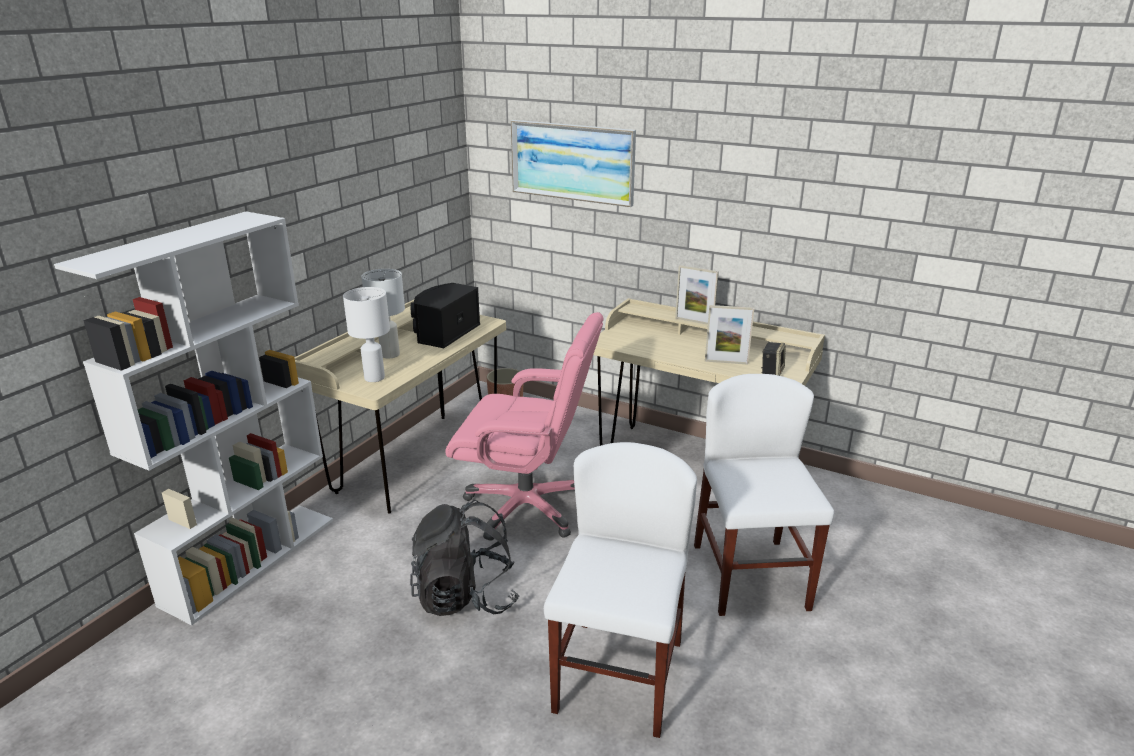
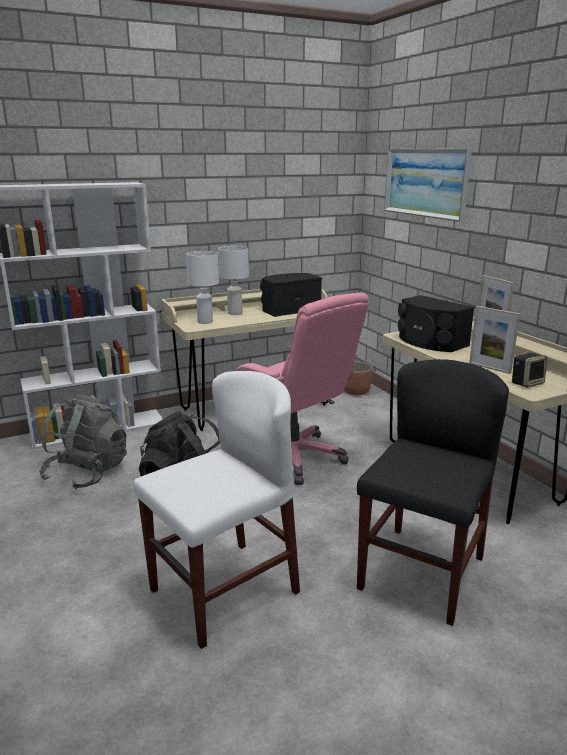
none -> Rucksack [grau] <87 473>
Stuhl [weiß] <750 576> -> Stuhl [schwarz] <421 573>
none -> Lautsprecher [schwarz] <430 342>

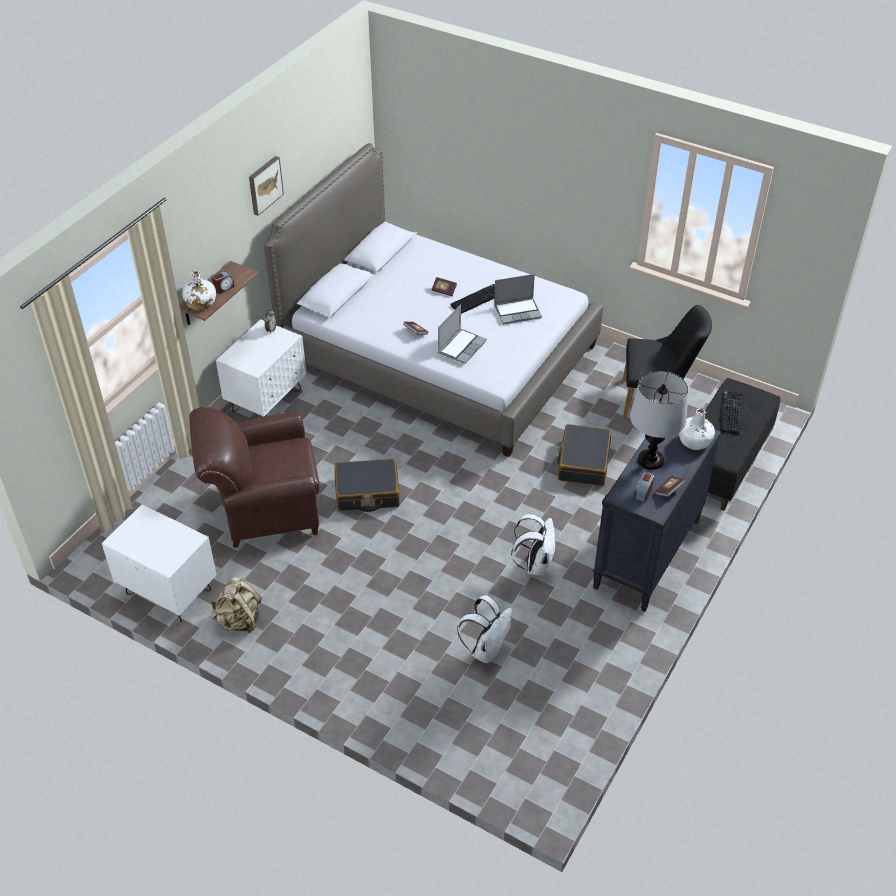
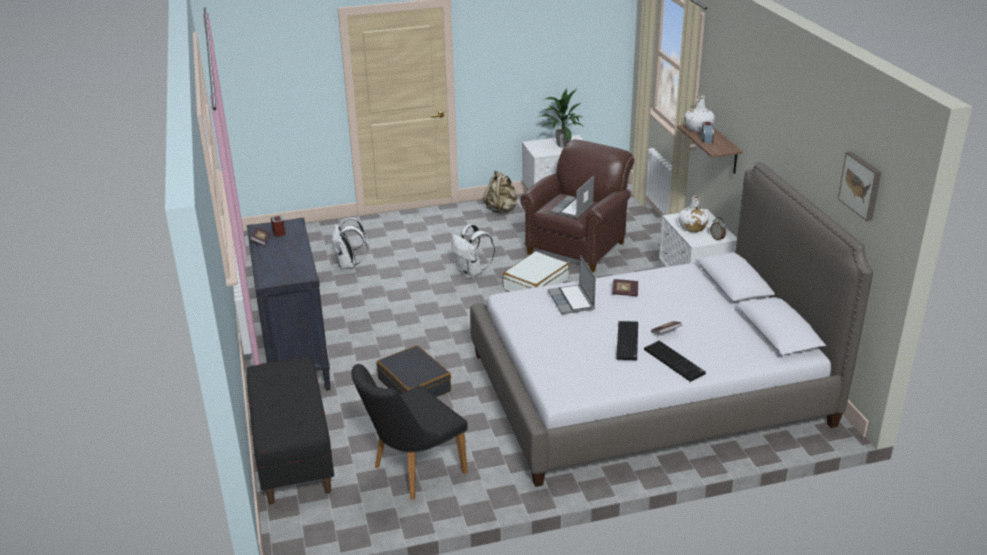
Rucksack [weiß] <535 564> -> Rucksack [weiß] <471 273>, moved
Koffer [schwarz] <367 492> -> Koffer [weiß] <535 284>
none -> Topfpflanze <562 145>
Laptop <518 311> -> Laptop <572 208>, moved
Tastatur <730 412> -> Tastatur <675 361>, moved
Flasche [weiß] <695 441> -> Flasche [weiß] <692 228>, moved
Bild <264 185> -> Bild <861 185>, moved
Tischlampe <651 460> -> none

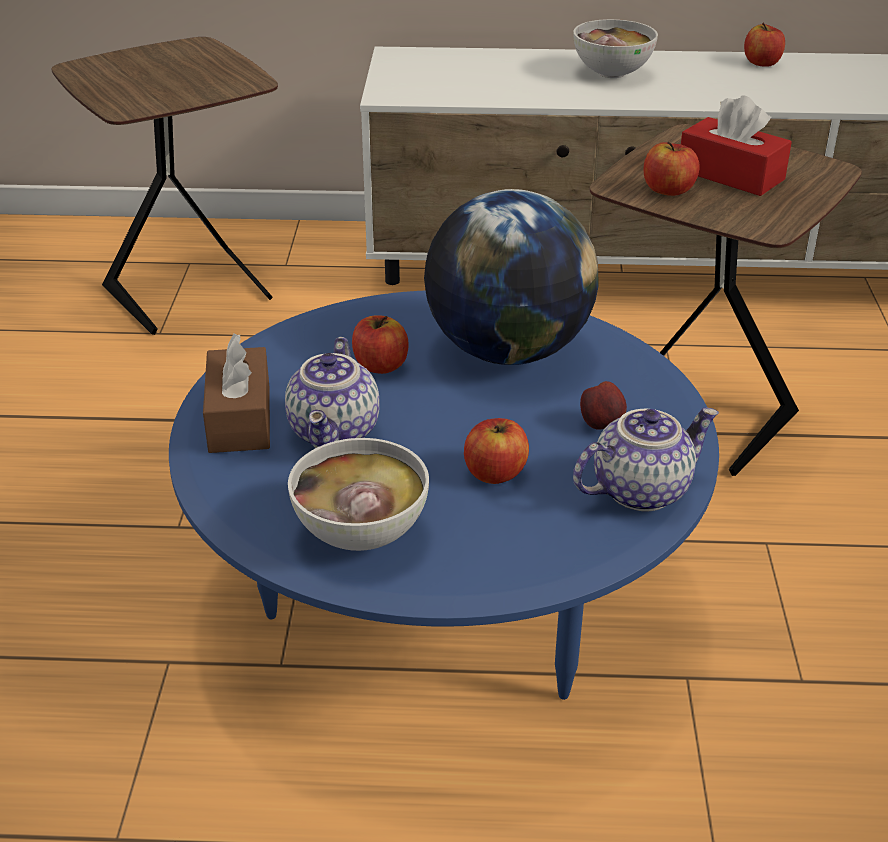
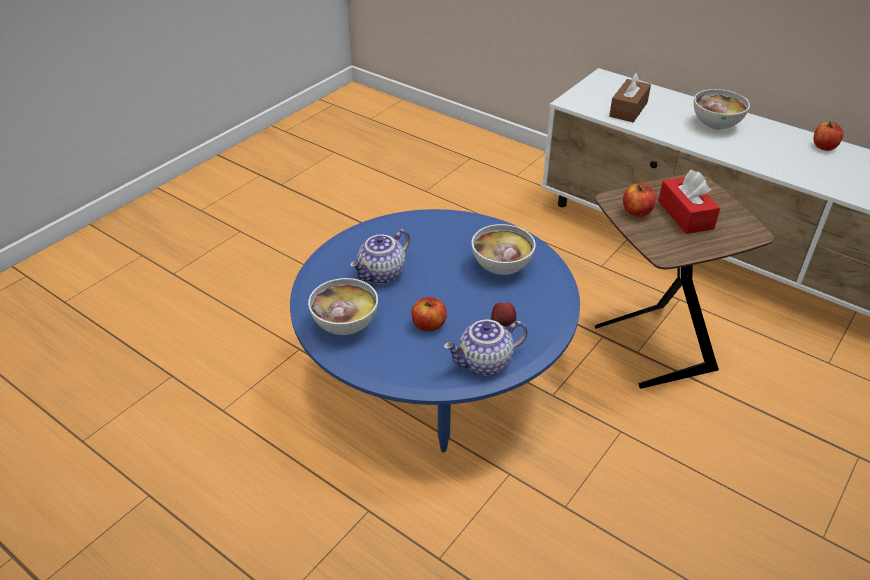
Teekanne <640 489> -> Teekanne <485 364>, 150 degrees clockwise
Globus <507 351> -> Schüssel <501 267>
Taschentuchbox [braun] <240 418> -> Taschentuchbox [braun] <628 109>, moved
Beistelltisch [braun] <193 293> -> none
Apfel <380 365> -> none

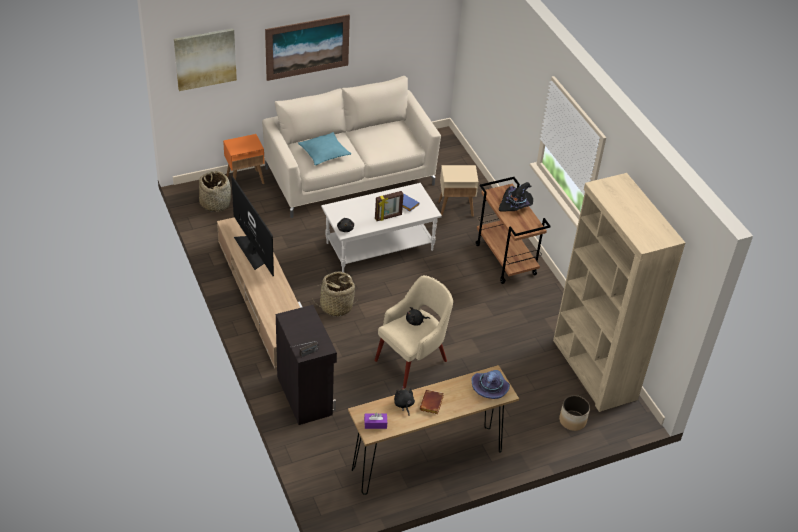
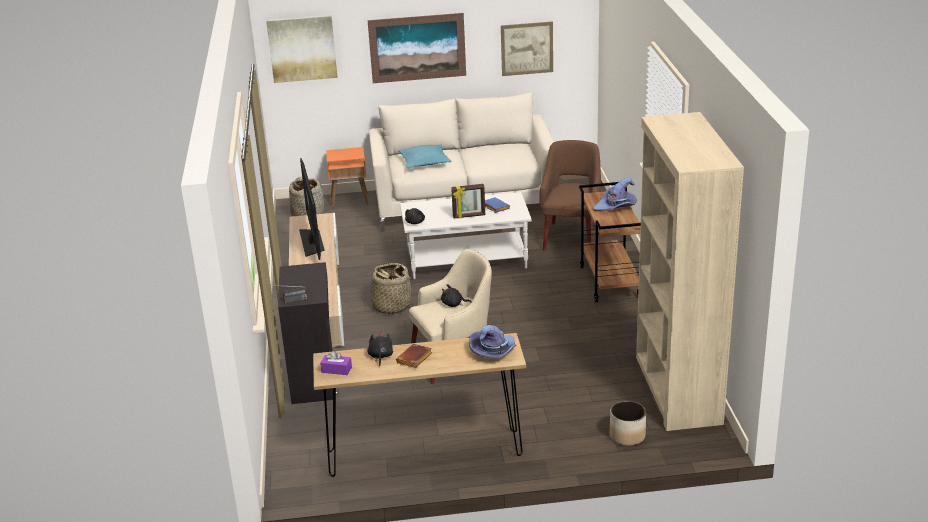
none -> Bild <527 48>
Beistelltisch [beige] <456 209> -> Sessel [braun] <571 236>
Hut [schwarz] <516 204> -> Hut [lila] <616 206>

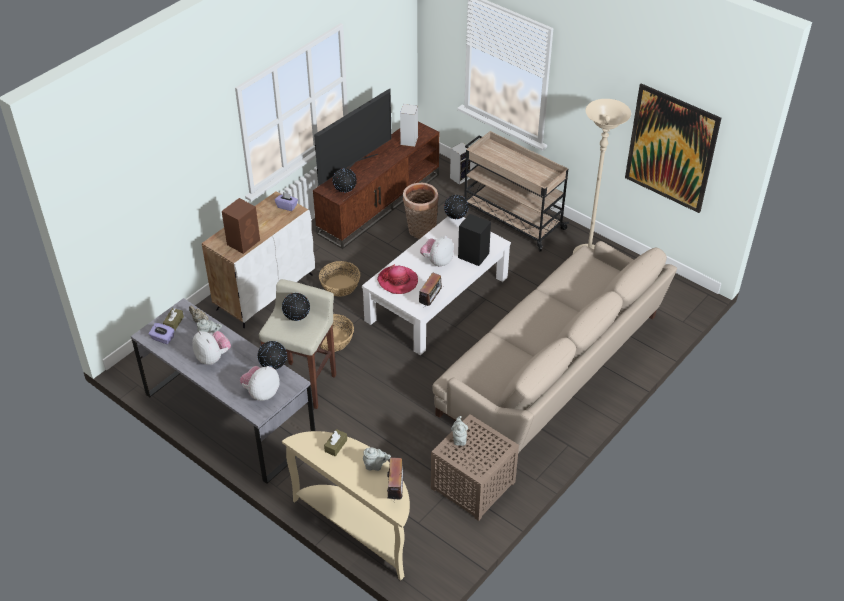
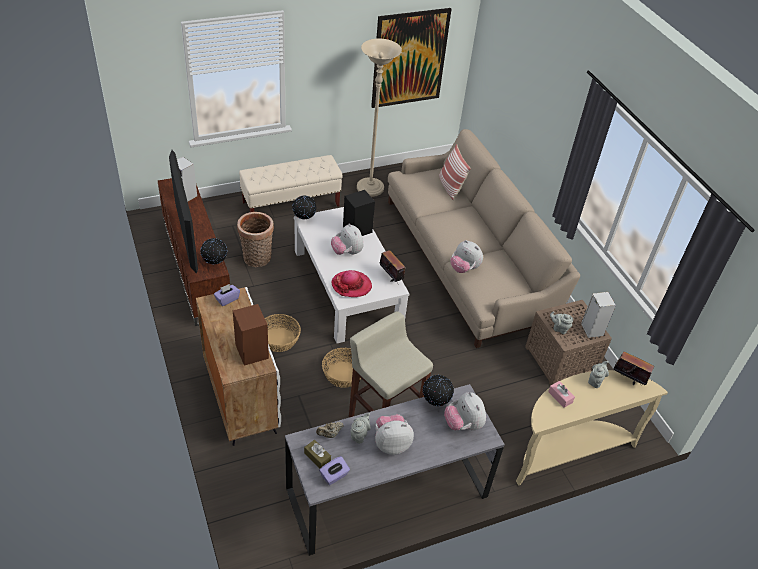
Rollwagen [beige] <511 218> -> Bank [beige] <291 204>
none -> Kissen <450 187>
none -> Plüschtier <464 268>
Taschentuchbox [braun] <336 445> -> Taschentuchbox [rosa] <560 397>
Lautsprecher <460 177> -> Lautsprecher <591 329>, moved
Globus <297 319> -> none

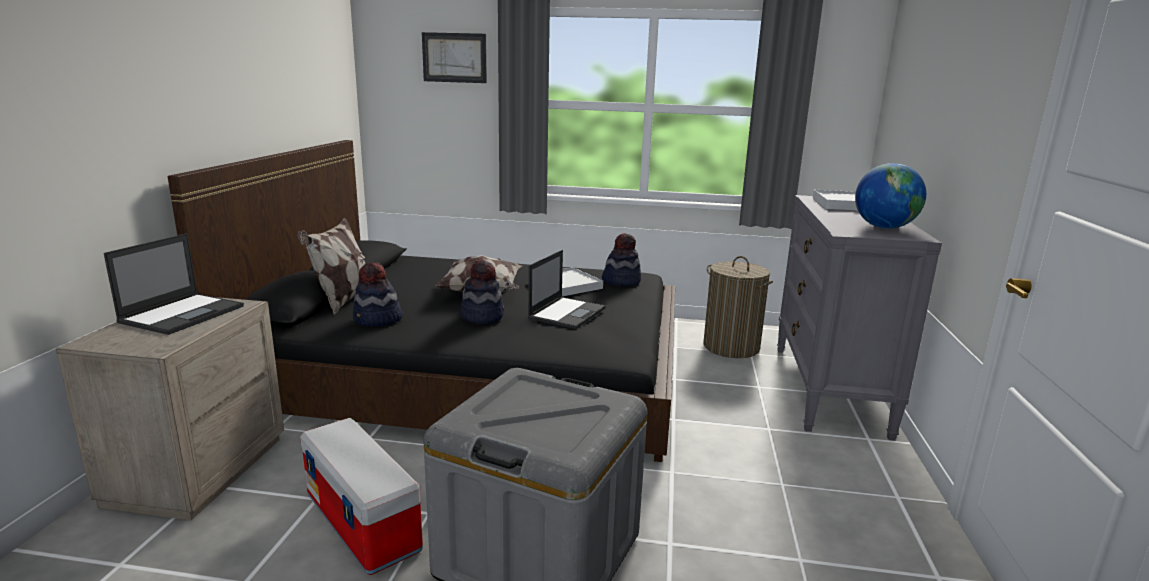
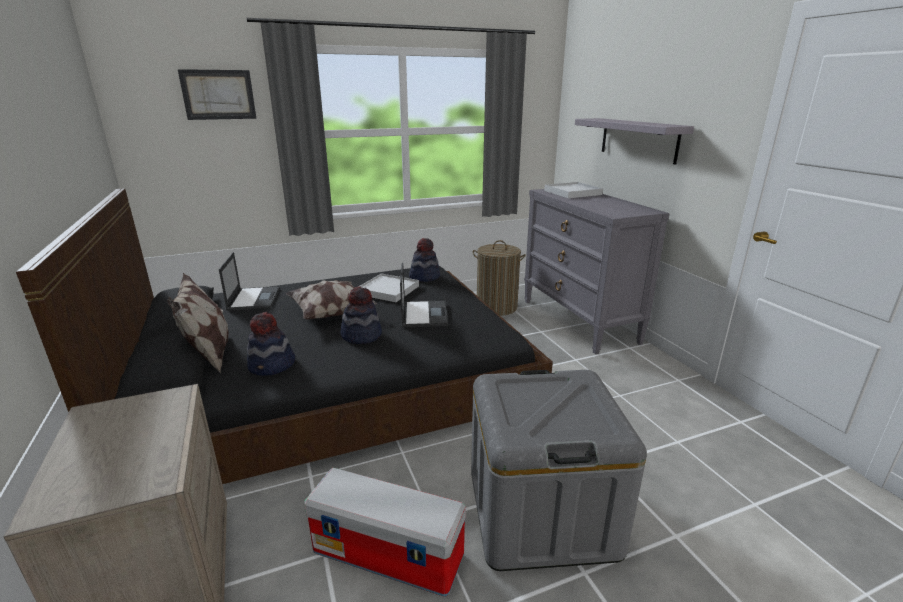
Laptop <183 314> -> Laptop <254 298>, moved
none -> Wandregal [grau] <638 139>
Globus <884 227> -> none

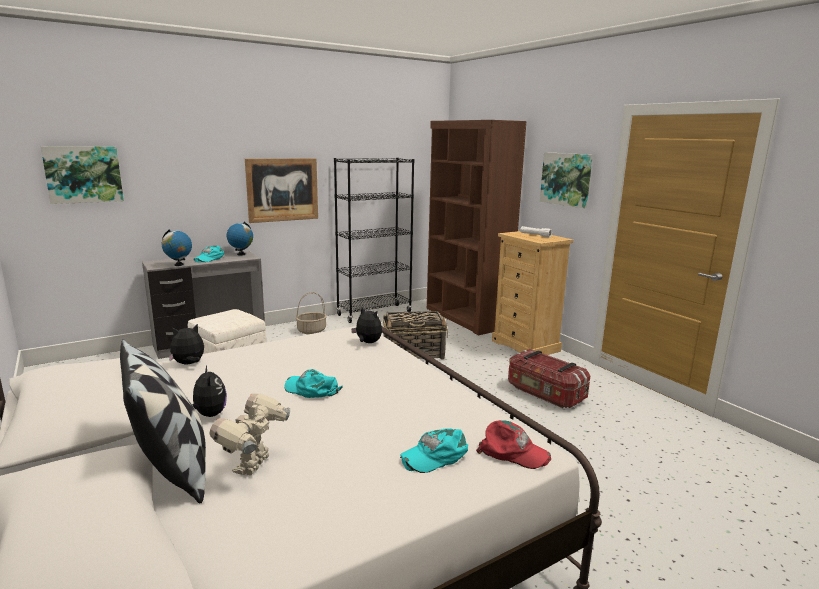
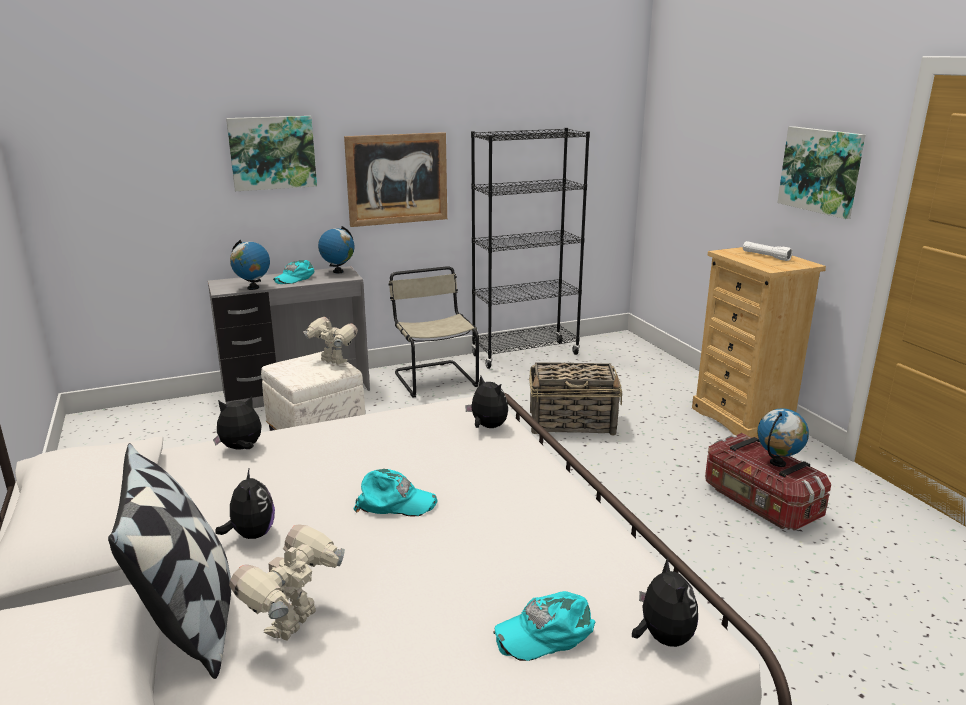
Bild <83 174> -> Bild <272 152>, moved
none -> Spielzeugroboter <333 362>
Kappe [türkis] <312 389> -> Kappe [türkis] <395 502>, 150 degrees clockwise
Korb <312 330> -> Stuhl [beige] <434 378>
Kappe [rot] <513 452> -> Plüschtier <662 638>
none -> Globus <778 463>
Bücherregal [braun] <466 318> -> none

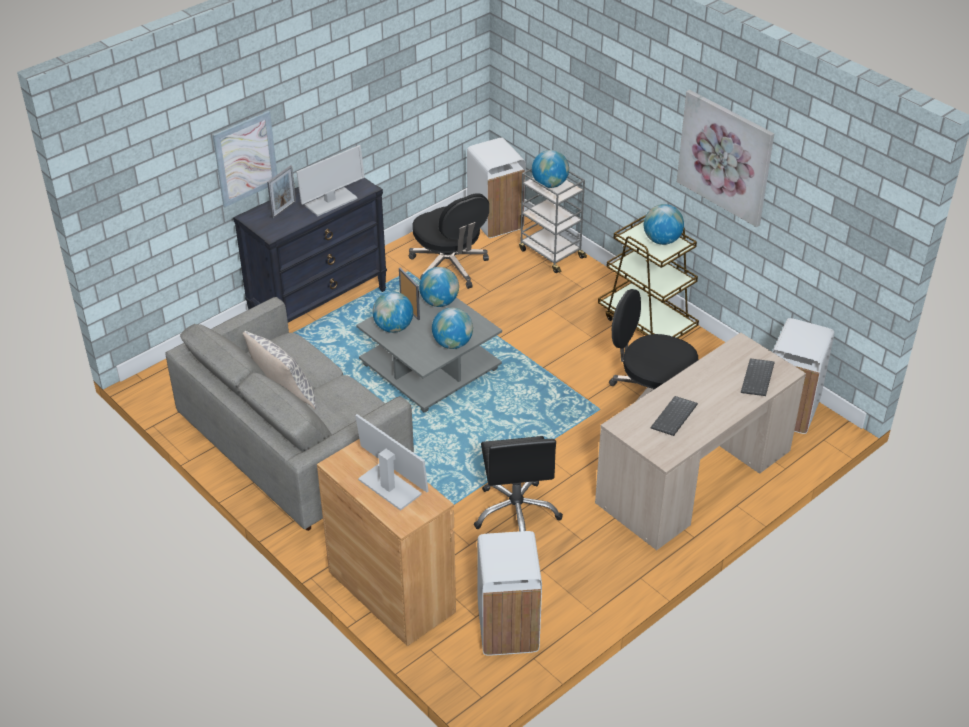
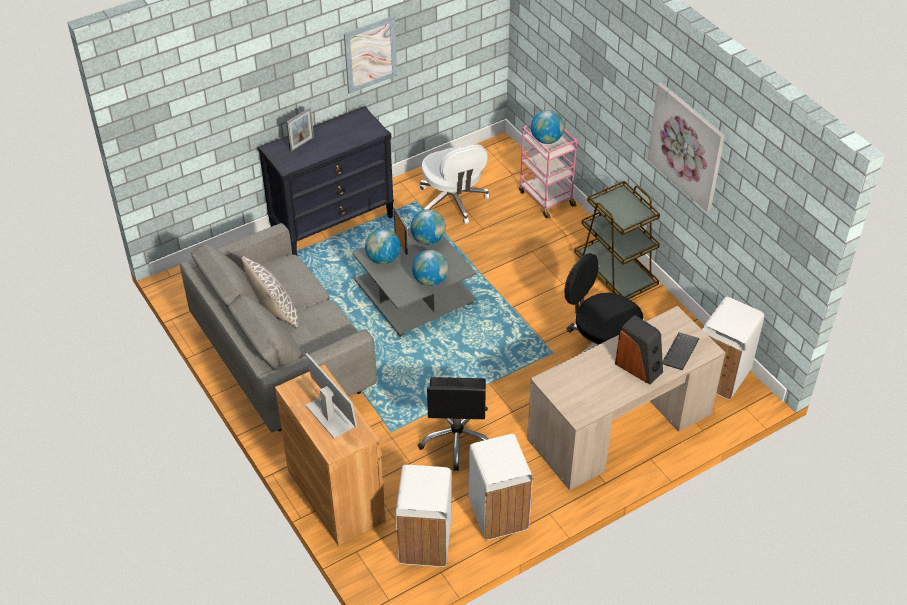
Bild <245 158> -> Bild <370 54>, moved
Bürostuhl [schwarz] <449 267> -> Bürostuhl [weiß] <453 201>
Mülleimer [weiß] <495 221> -> Mülleimer [weiß] <499 514>, moved
Rollwagen [grau] <550 253> -> Rollwagen [rosa] <545 198>
none -> Lautsprecher <639 367>
Monitor <331 202> -> none
Globus <661 240> -> none
Tastatur <674 418> -> none

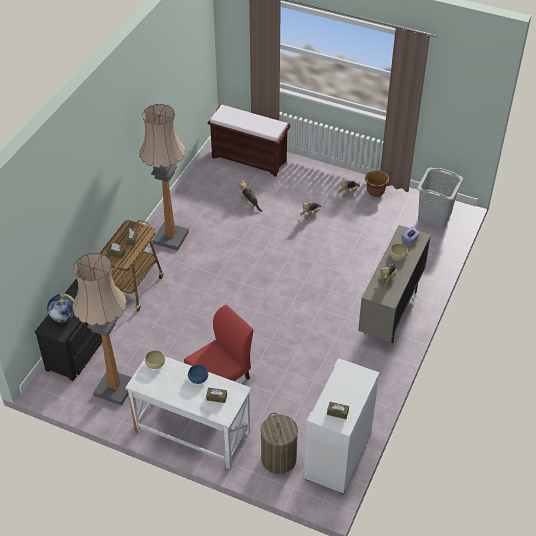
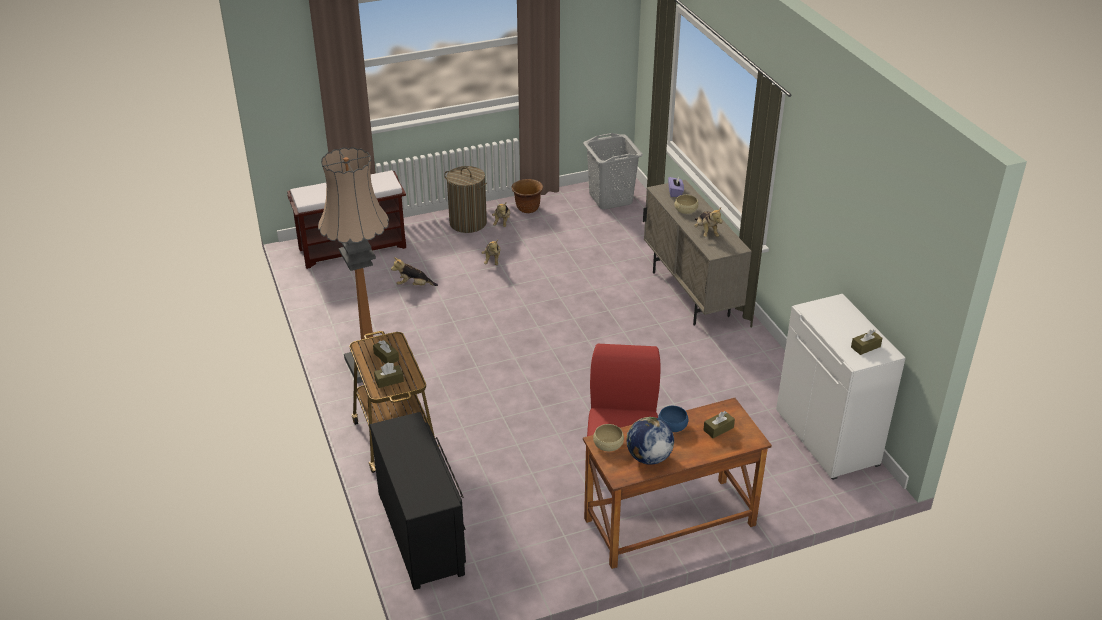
Wäschekorb <278 458> -> Wäschekorb <468 223>, moved
Schreibtisch [weiß] <192 432> -> Schreibtisch [braun] <669 523>
Globus <64 317> -> Globus <648 457>, moved
Stehlampe <115 388> -> none

